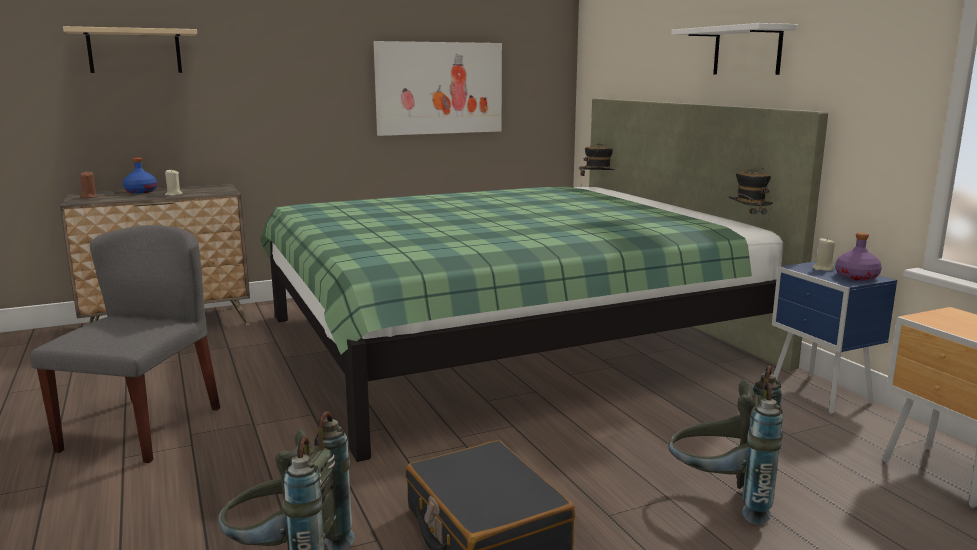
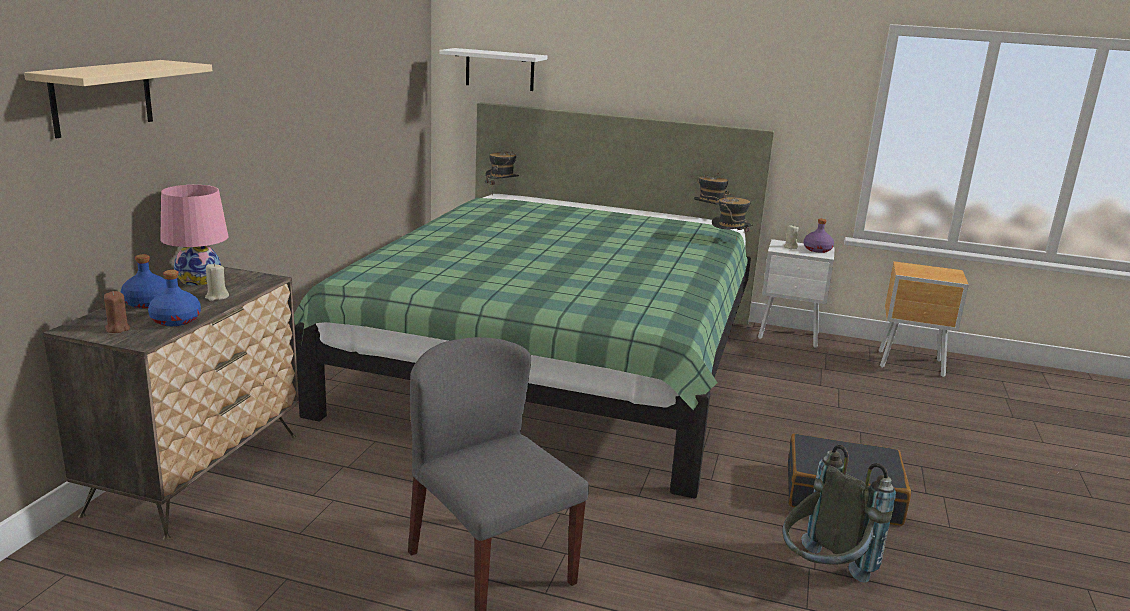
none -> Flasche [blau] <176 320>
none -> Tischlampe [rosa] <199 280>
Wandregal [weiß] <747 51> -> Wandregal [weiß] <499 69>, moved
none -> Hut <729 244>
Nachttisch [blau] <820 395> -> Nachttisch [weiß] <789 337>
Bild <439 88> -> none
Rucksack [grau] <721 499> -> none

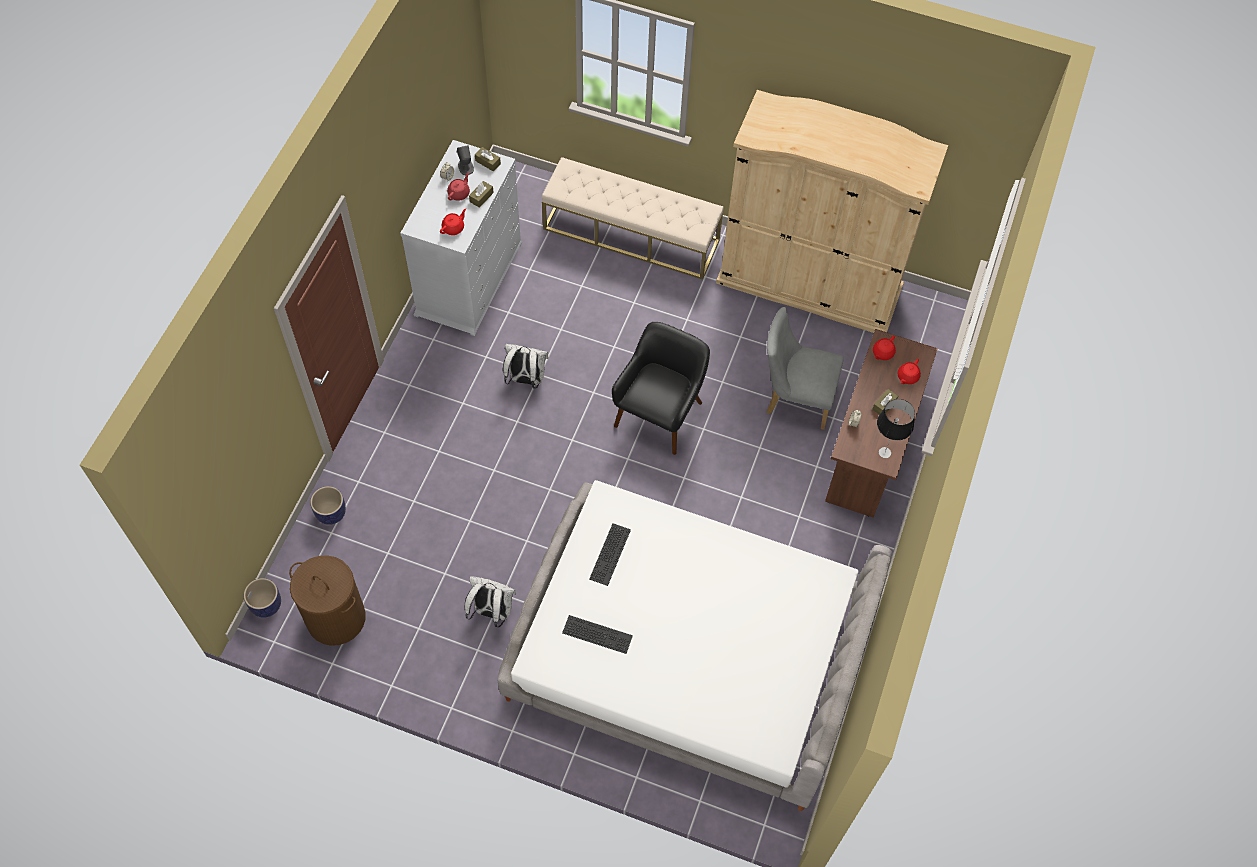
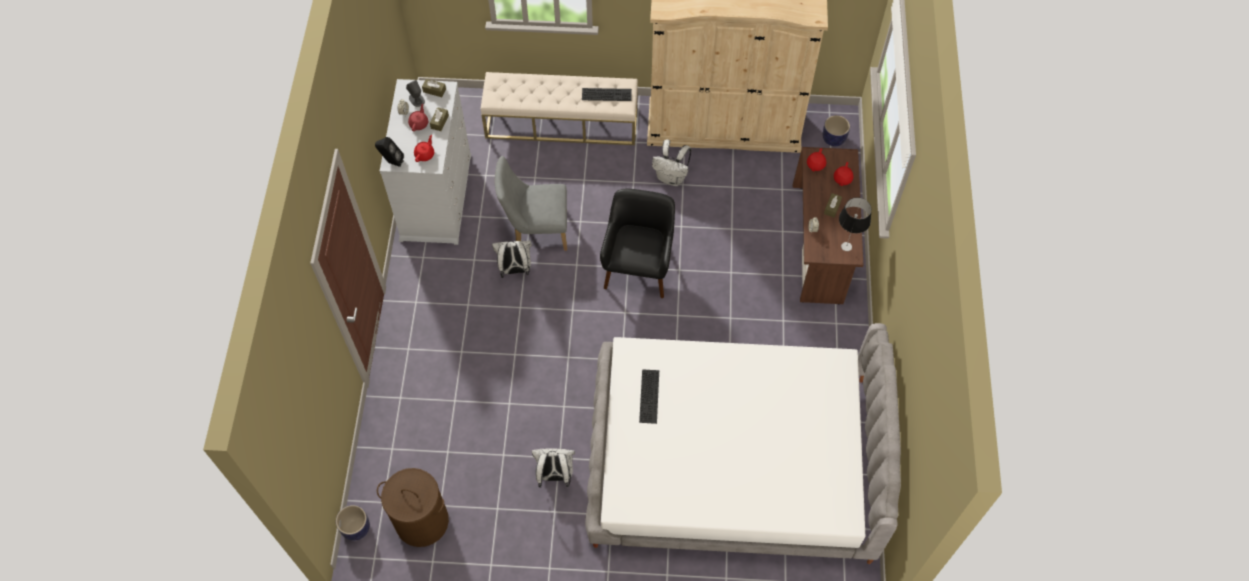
none -> Lautsprecher [schwarz] <392 162>
Stuhl [grau] <794 398> -> Stuhl [grau] <536 231>, moved
Tastatur <598 633> -> Tastatur <607 94>, moved
none -> Rucksack [weiß] <671 178>
Pflanzkübel <331 513> -> Pflanzkübel <834 139>, moved

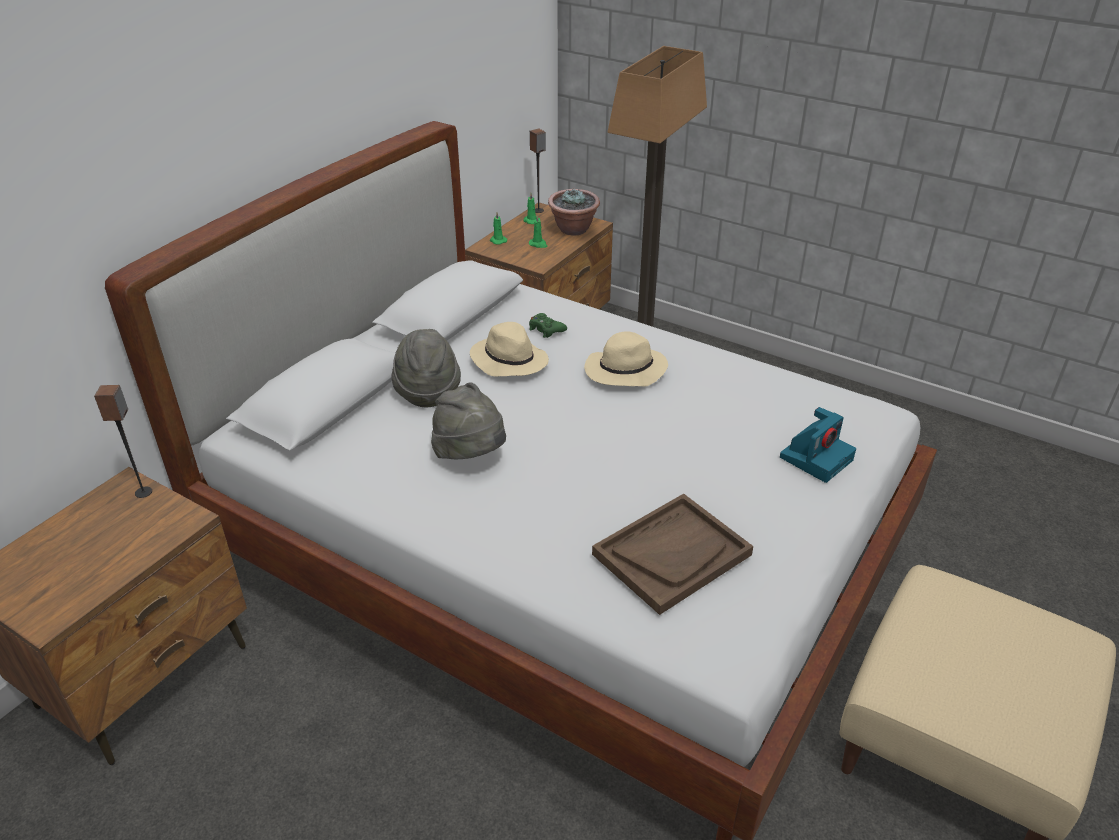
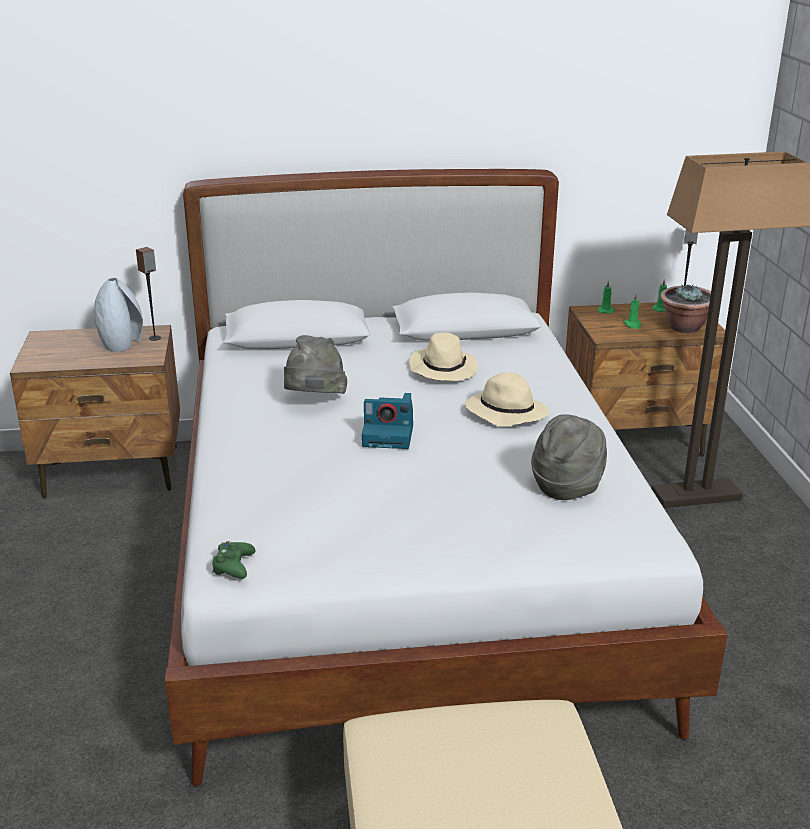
none -> Vase [grau] <122 345>
Gamepad [grün] <546 329> -> Gamepad [grün] <233 566>, moved
Kamera <816 457> -> Kamera <389 435>, moved
Hut [grau] <427 391> -> Hut [grau] <567 485>, moved
Tablett [braun] <672 554> -> none

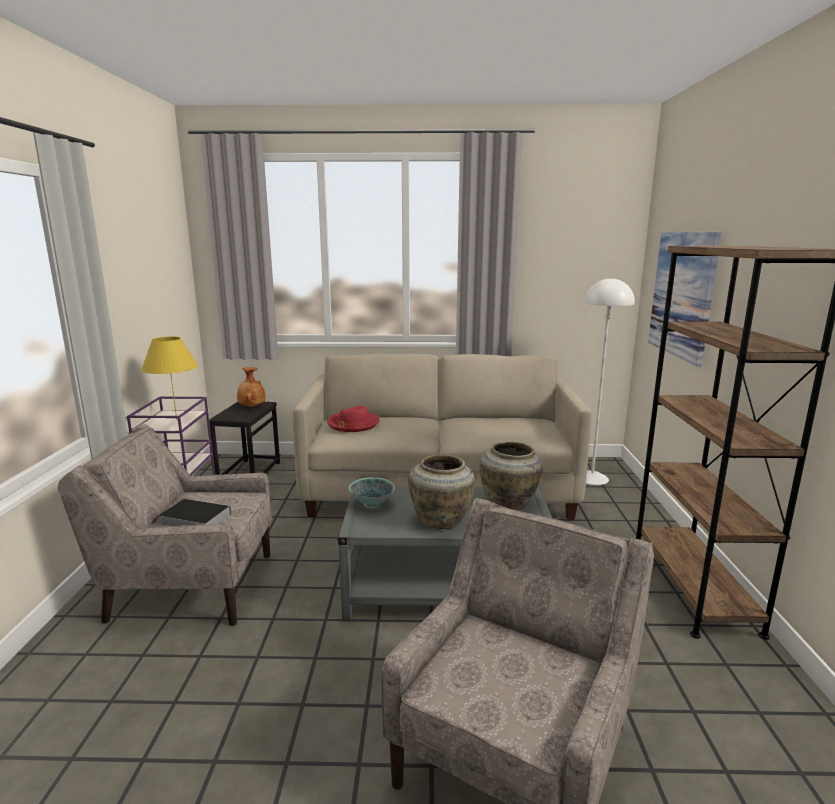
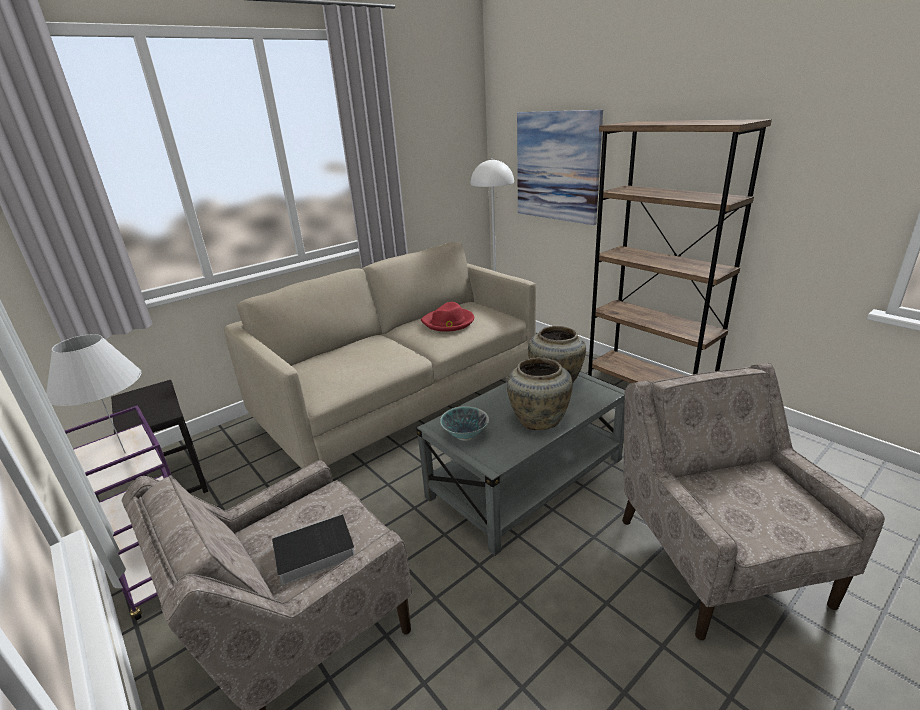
Tischlampe [gelb] <176 420> -> Tischlampe [weiß] <124 453>
Hut [rot] <353 424> -> Hut [rot] <448 322>, moved
Vase [braun] <251 407> -> none

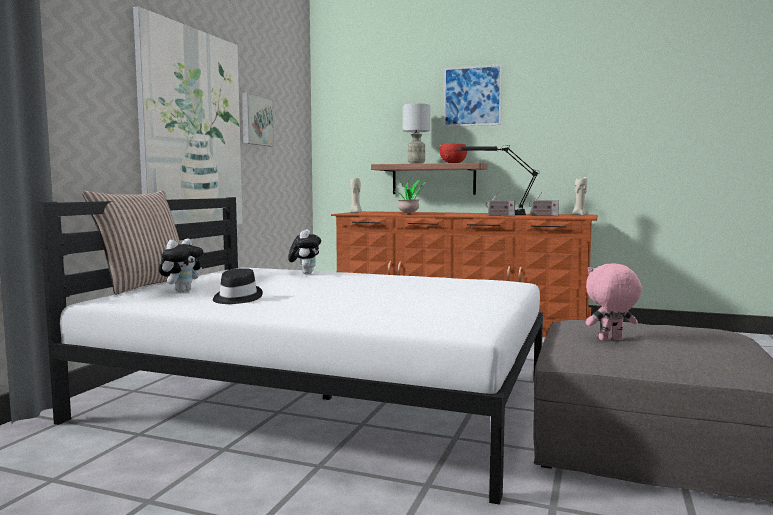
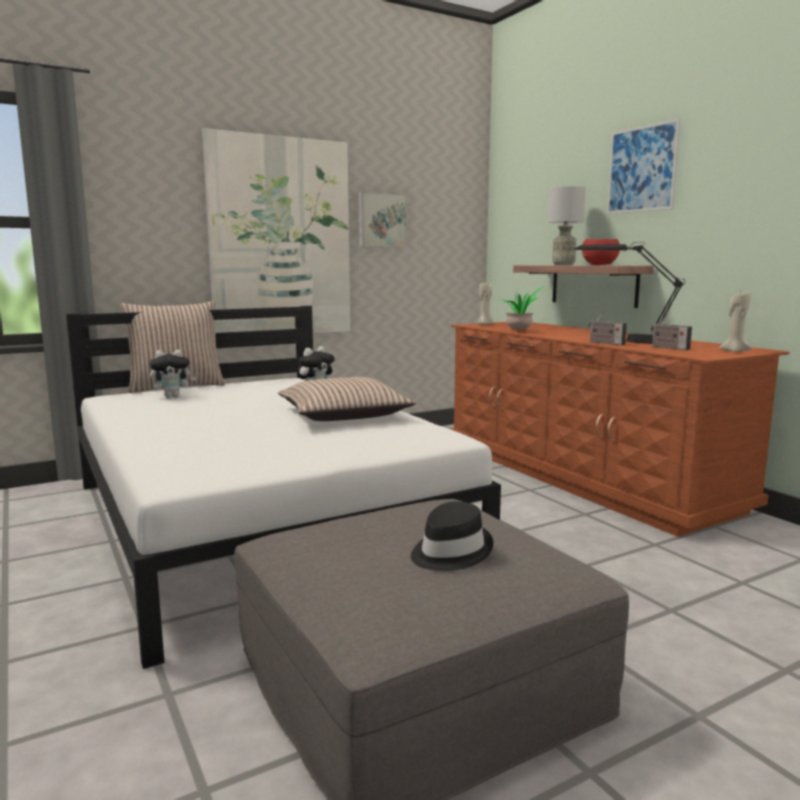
none -> Kissen <343 415>
Hut [schwarz] <236 298> -> Hut [schwarz] <449 552>, moved
Plüschtier [rosa] <610 340> -> none

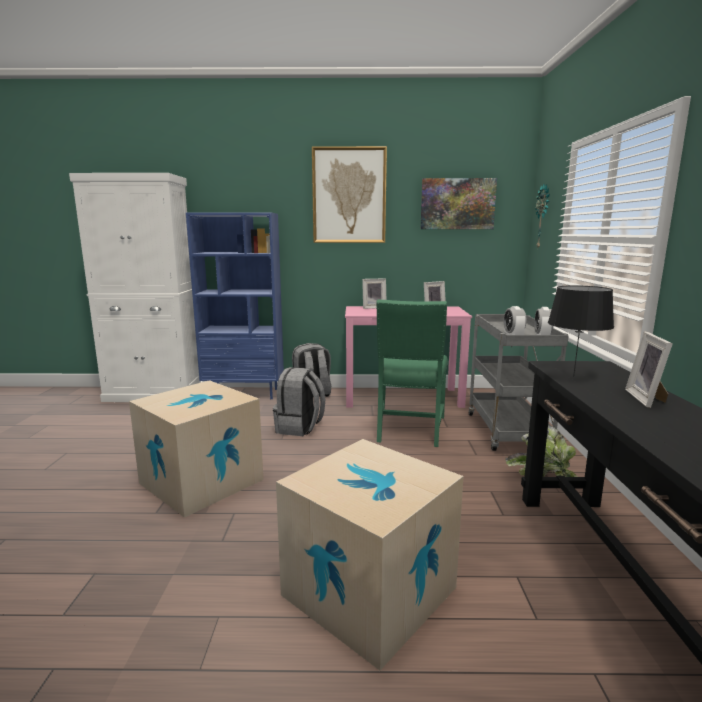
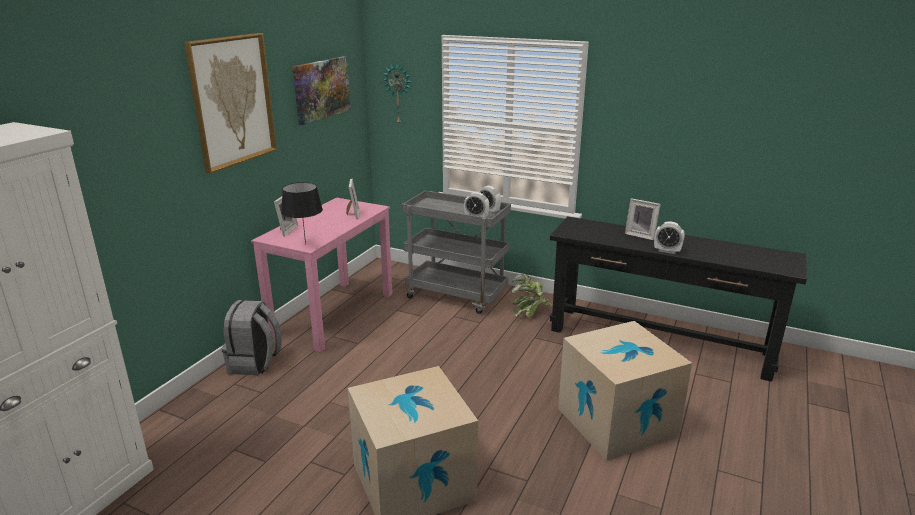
Tischlampe [schwarz] <574 376> -> Tischlampe [schwarz] <306 244>, moved
none -> Wecker <667 251>
Bücherregal [blau] <245 393> -> none
Rucksack [grau] <299 428> -> none
Stuhl [grün] <409 429> -> none

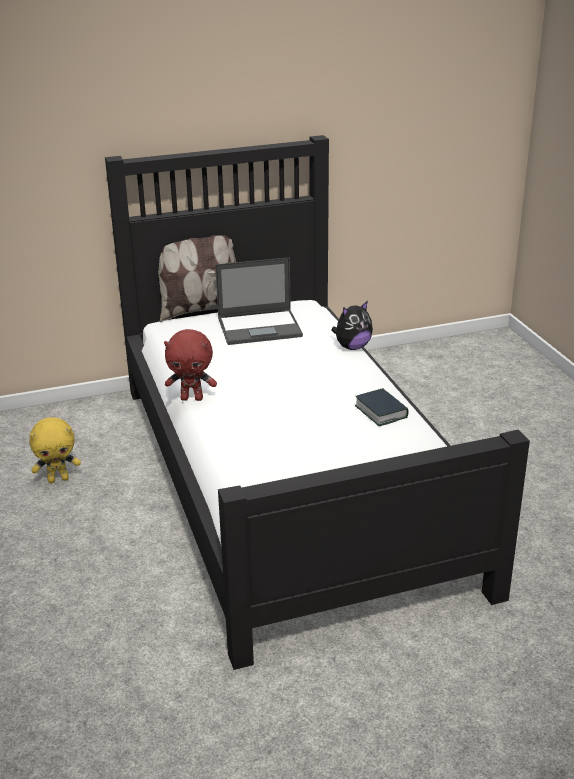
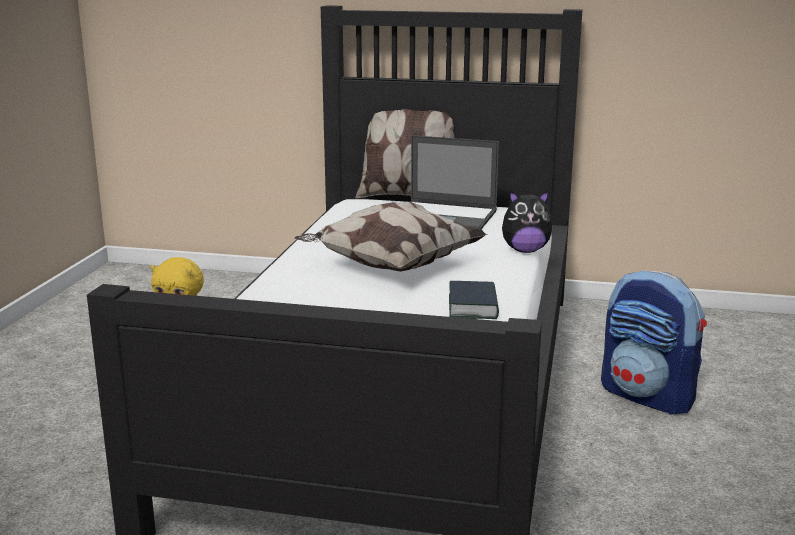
none -> Kissen <390 267>
none -> Rucksack <648 396>
Plüschtier [rot] <192 398> -> none

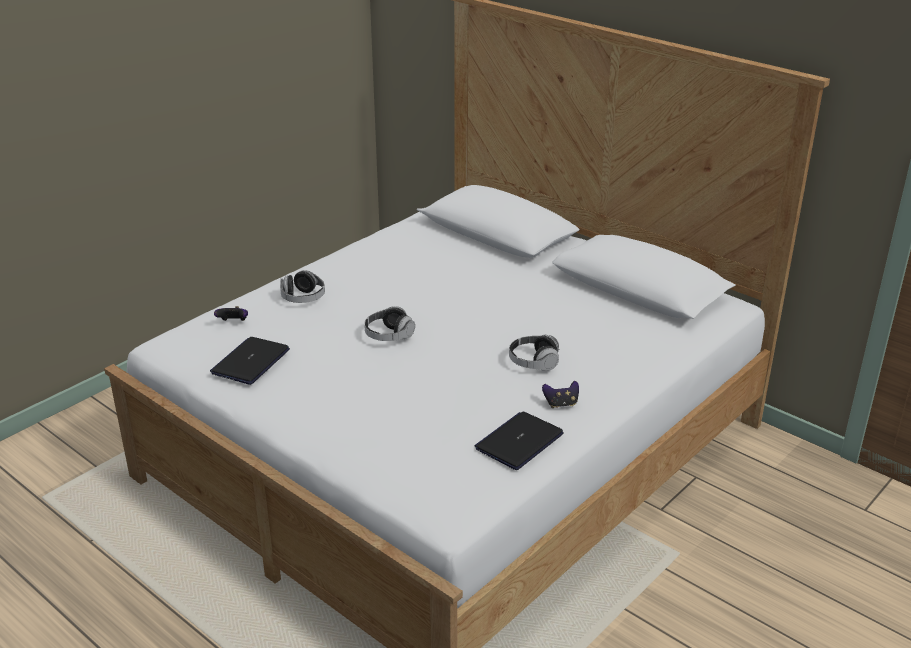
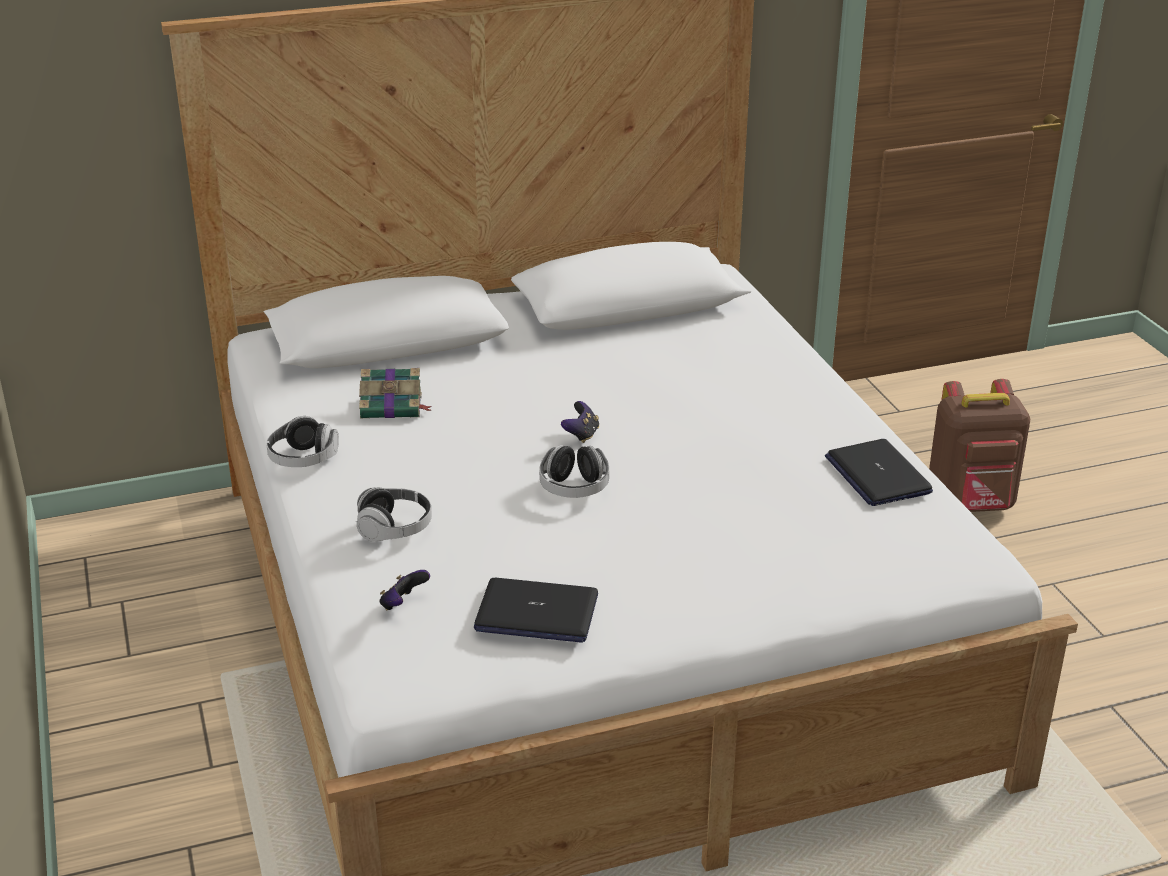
Kopfhörer <533 362> -> Kopfhörer <303 459>, moved
none -> Buch <393 406>
Laptop <250 362> -> Laptop <536 613>, 45 degrees counterclockwise
Gamepad <561 404> -> Gamepad <581 435>, moved
none -> Rucksack [braun] <970 505>

